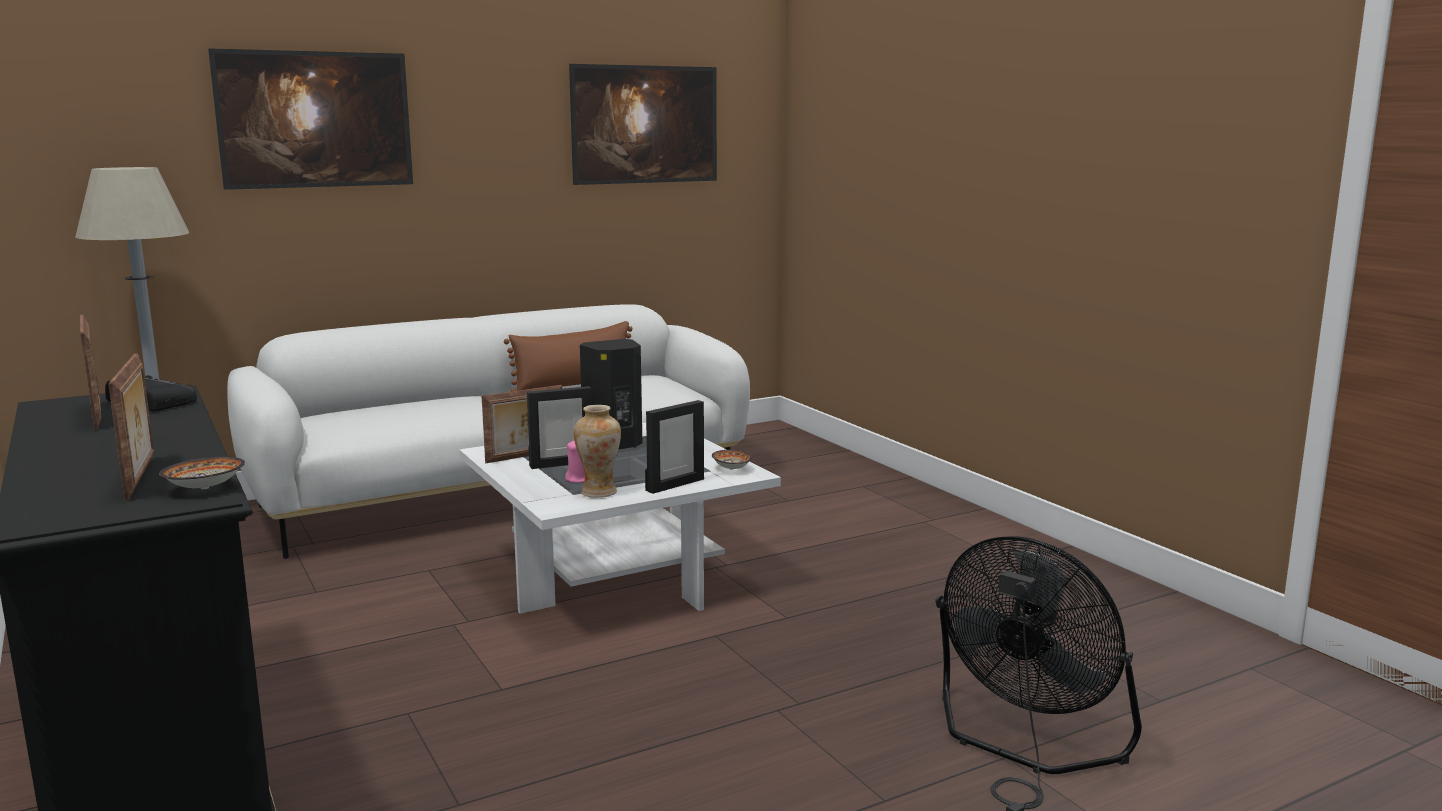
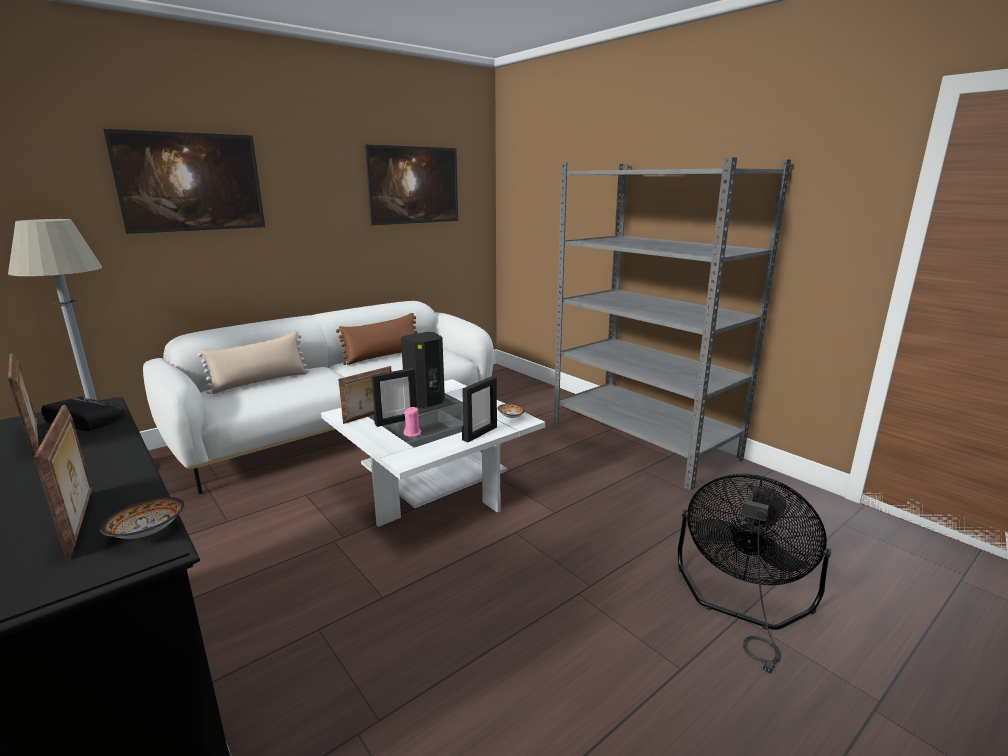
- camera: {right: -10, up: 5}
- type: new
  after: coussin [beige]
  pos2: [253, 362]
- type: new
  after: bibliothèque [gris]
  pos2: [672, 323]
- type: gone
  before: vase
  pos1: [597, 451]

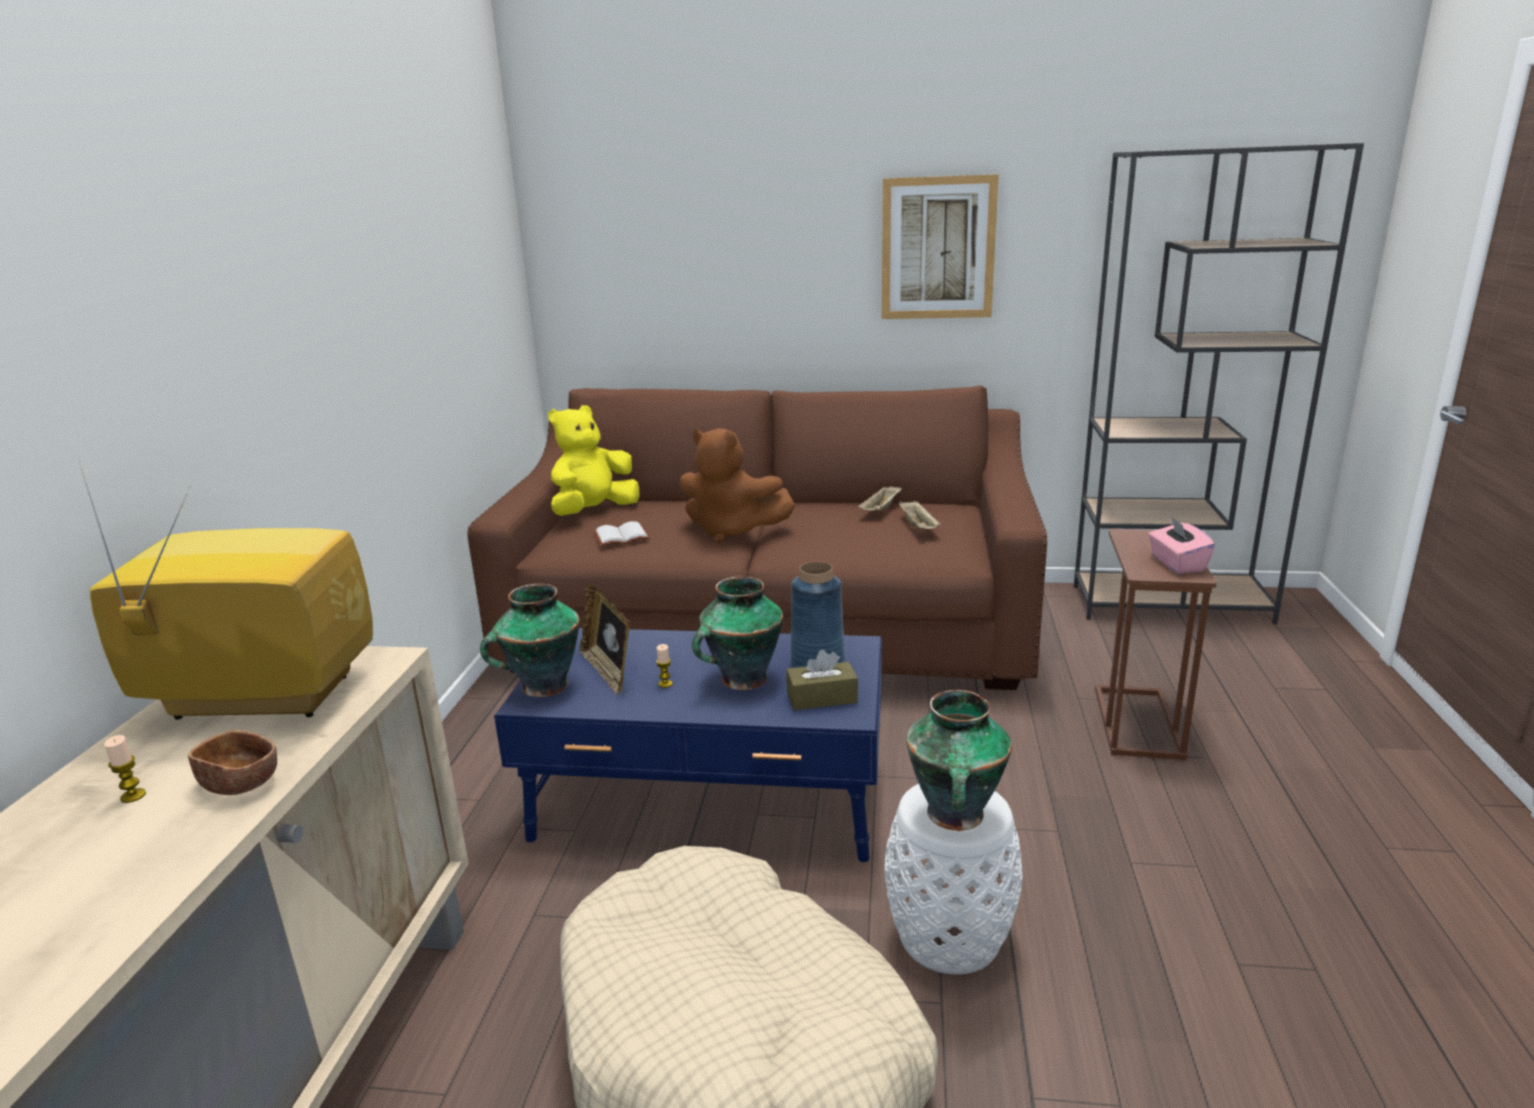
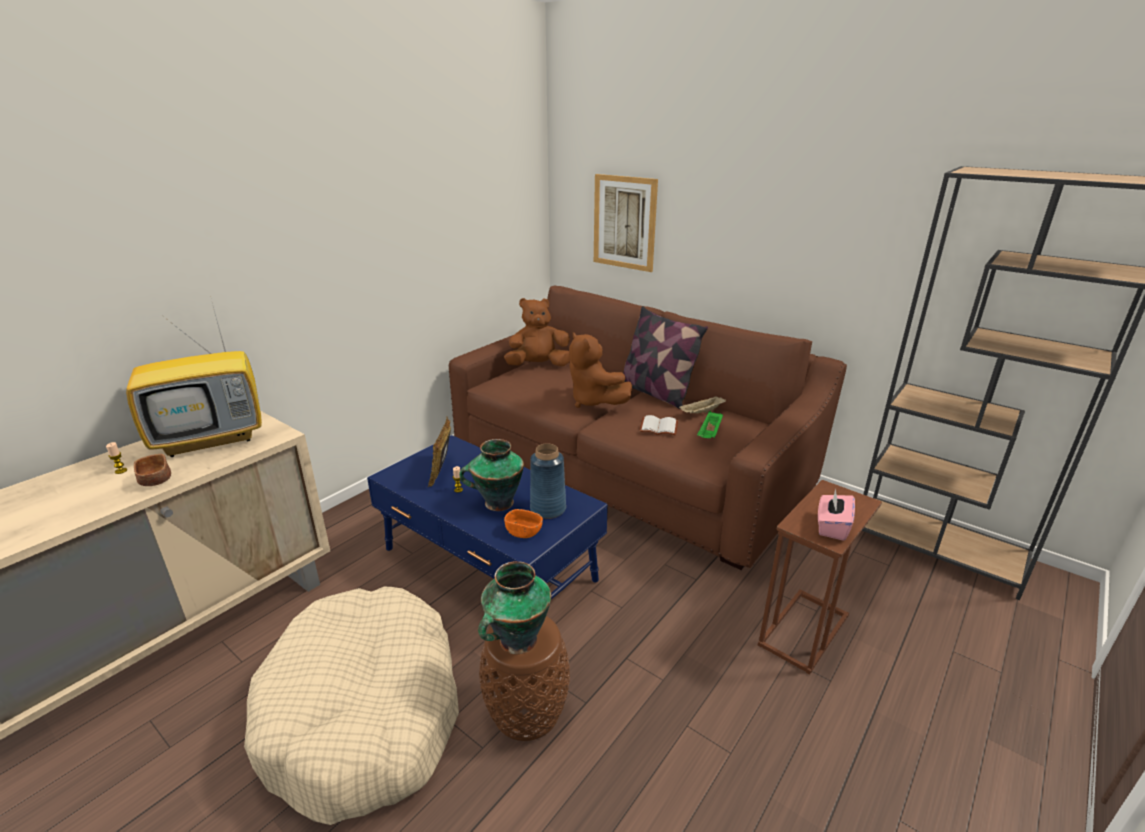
- camera: {right: 30, up: 5}
- type: rotated
  before: téléviseur
  pos1: [225, 589]
  pos2: [194, 380]
  turn: 120
- type: repainted
  before: tabouret [blanc]
  after: tabouret [marron]
  pos1: [953, 879]
  pos2: [524, 678]
- type: repainted
  before: peluche [jaune]
  after: peluche [marron]
  pos1: [594, 460]
  pos2: [537, 332]
- type: swapped
  before: boîte à mouchoirs [marron]
  after: bol [orange]
  pos1: [822, 680]
  pos2: [523, 523]
- type: shifted
  before: tableau
  pos1: [940, 246]
  pos2: [626, 223]
- type: new
  after: coussin
  pos2: [666, 357]
- type: shifted
  before: livre [blanc]
  pos1: [622, 533]
  pos2: [659, 425]
- type: repainted
  before: plateau [beige]
  after: plateau [vert]
  pos1: [920, 515]
  pos2: [710, 424]
- type: gone
  before: vase
  pos1: [530, 640]

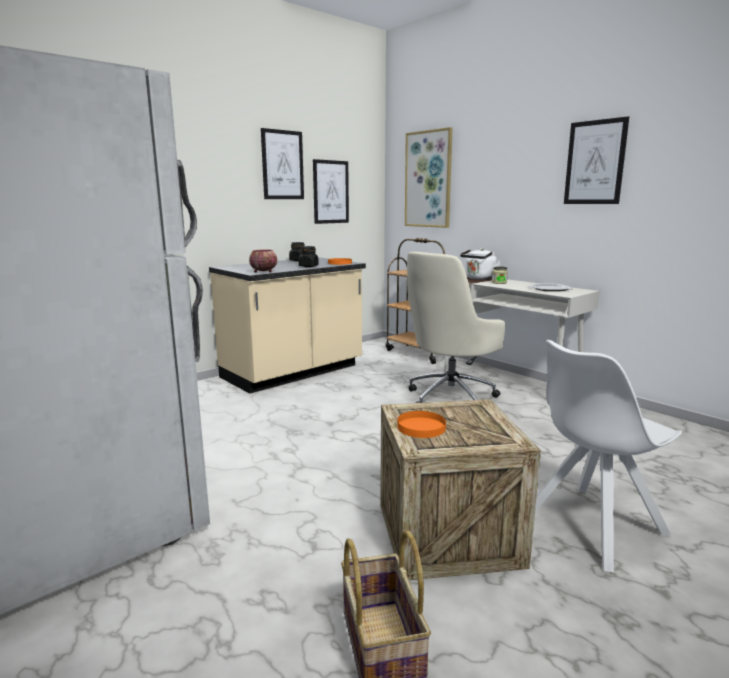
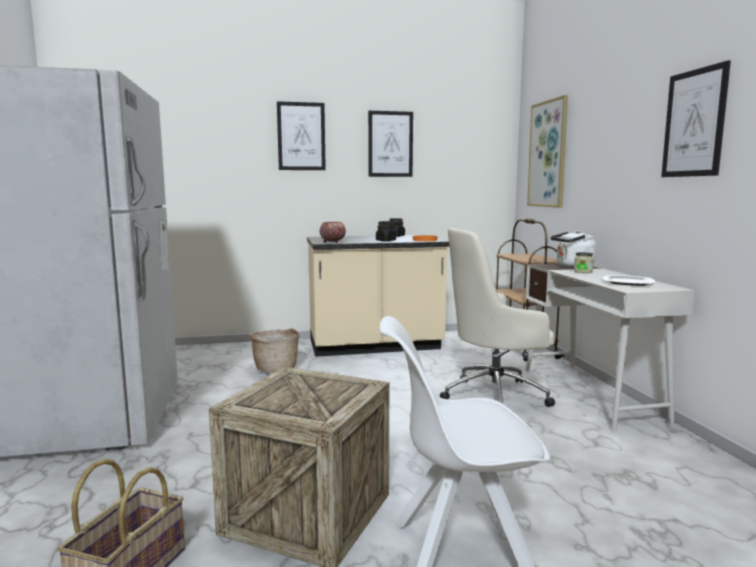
- camera: {right: 30, up: -5}
- type: new
  after: panier
  pos2: [275, 350]
- type: shifted
  before: tableau
  pos1: [331, 191]
  pos2: [301, 135]
- type: gone
  before: assiette [orange]
  pos1: [421, 424]

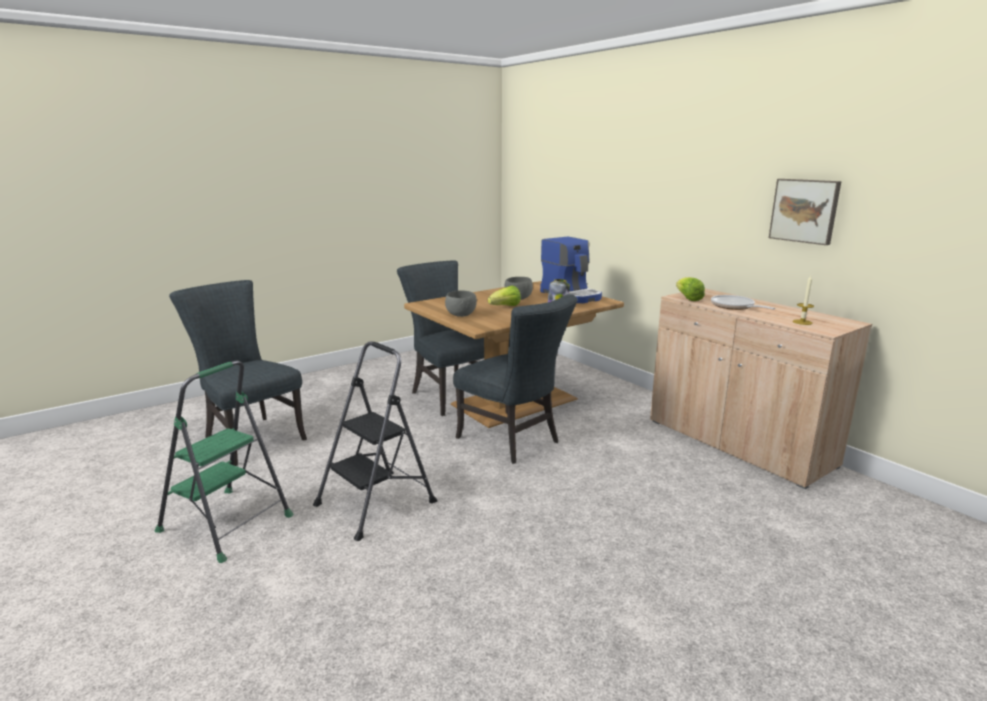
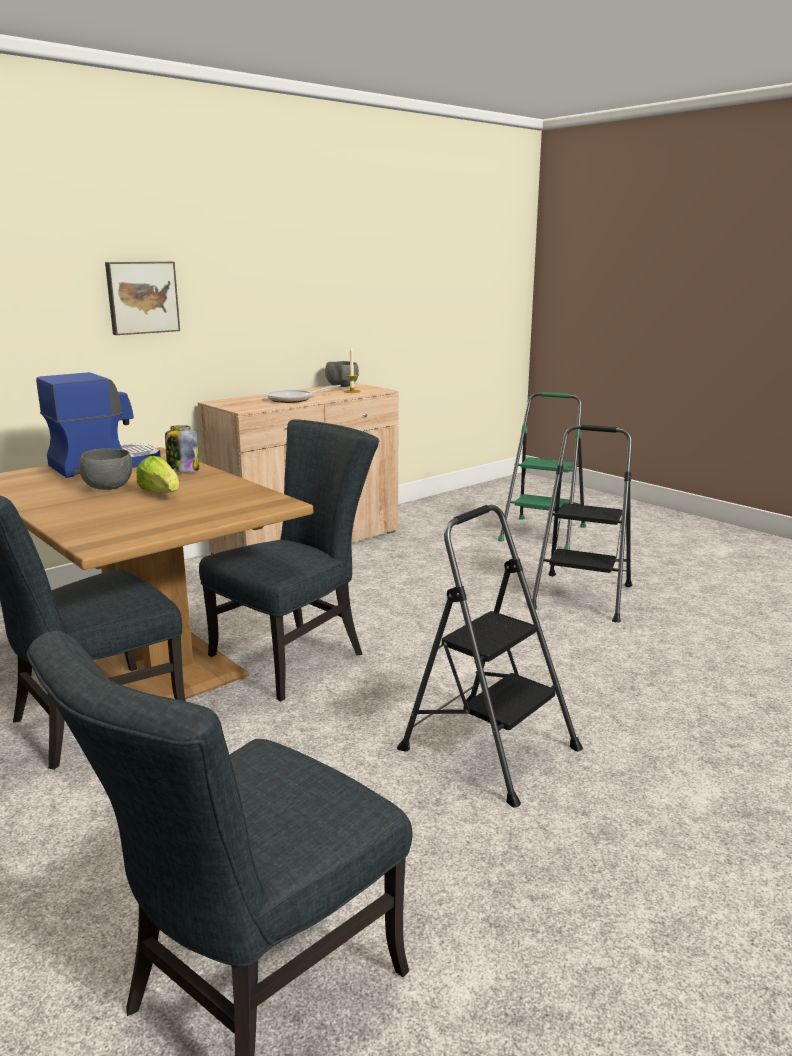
- camera: {right: -95, up: 0}
- type: shifted
  before: tableau
  pos1: [805, 212]
  pos2: [142, 298]
- type: shifted
  before: bol [gris]
  pos1: [461, 303]
  pos2: [342, 374]
- type: shifted
  before: escabeau [vert]
  pos1: [224, 461]
  pos2: [542, 471]
- type: new
  after: escabeau [noir]
  pos2: [582, 524]
- type: gone
  before: laitue
  pos1: [690, 289]

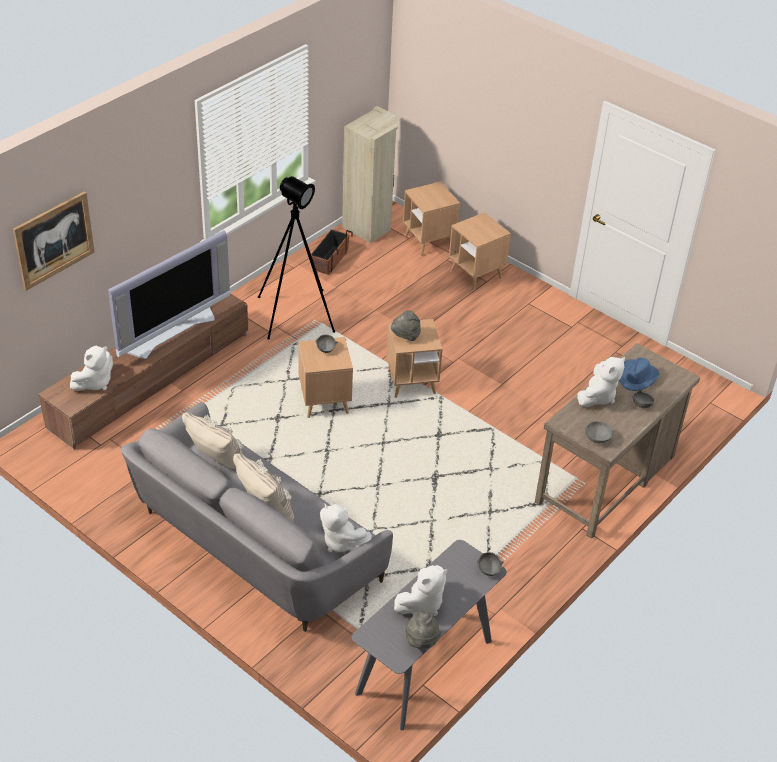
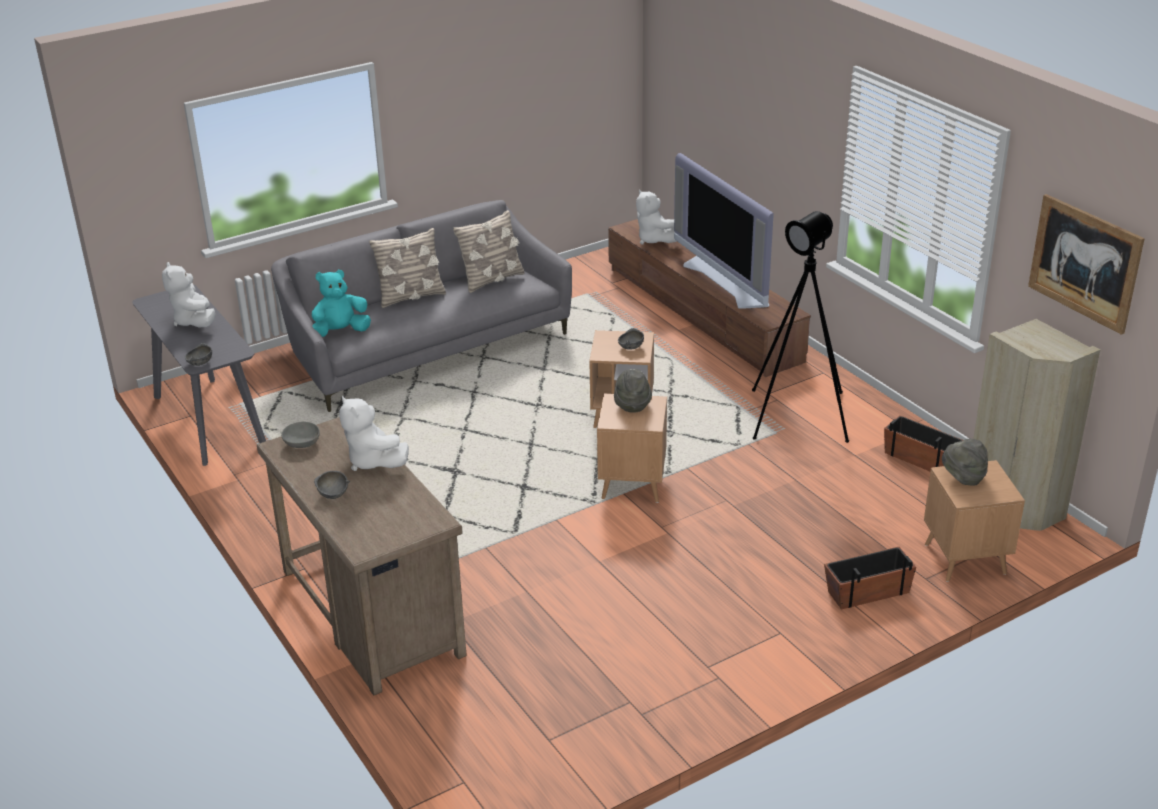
- camera: {right: 110, up: -10}
- type: repainted
  before: peluche [blanc]
  after: peluche [turquoise]
  pos1: [346, 528]
  pos2: [341, 303]
- type: swapped
  before: table d'appoint [marron]
  after: cache-pot
  pos1: [480, 251]
  pos2: [870, 578]
- type: shifted
  before: chapeau [gris]
  pos1: [423, 630]
  pos2: [965, 462]
- type: shifted
  before: tableau
  pos1: [54, 241]
  pos2: [1086, 264]
- type: gone
  before: chapeau [bleu]
  pos1: [639, 374]

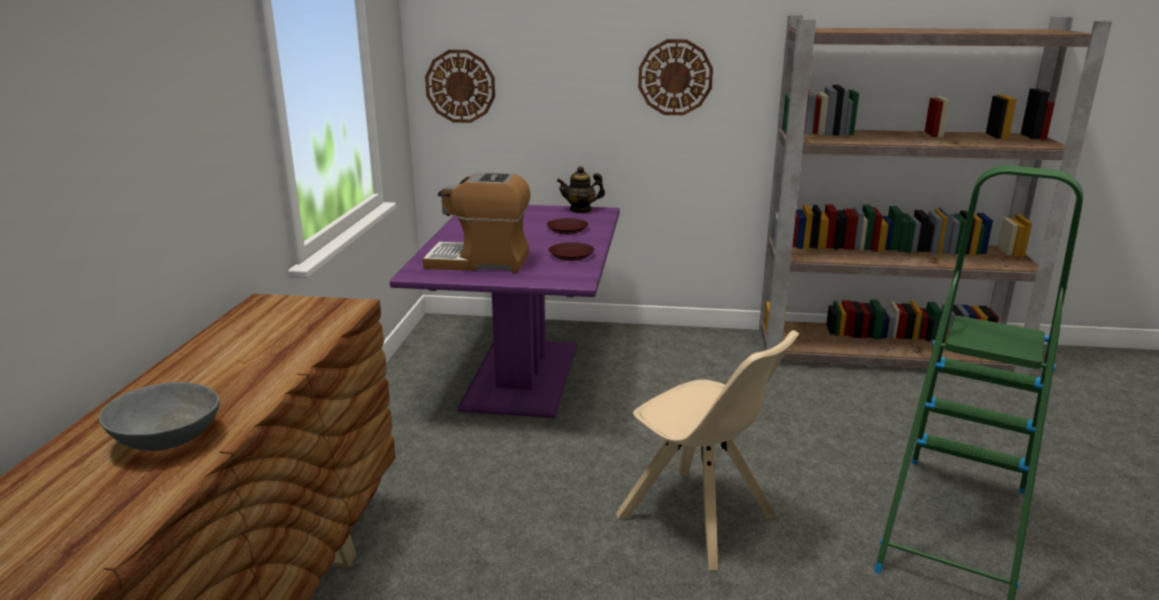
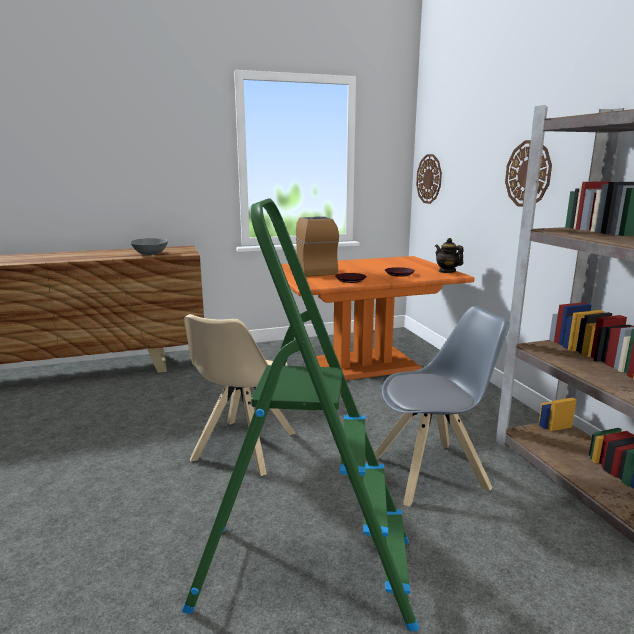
- camera: {right: 65, up: -5}
- type: shifted
  before: bol [gris]
  pos1: [159, 416]
  pos2: [149, 246]
- type: repainted
  before: table à manger [violet]
  after: table à manger [orange]
  pos1: [505, 311]
  pos2: [378, 318]
- type: new
  after: chaise [gris]
  pos2: [442, 406]

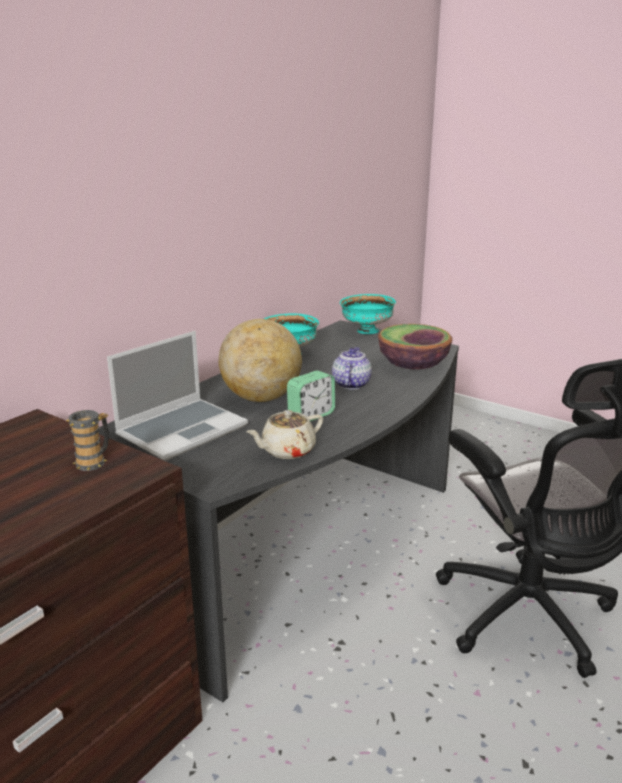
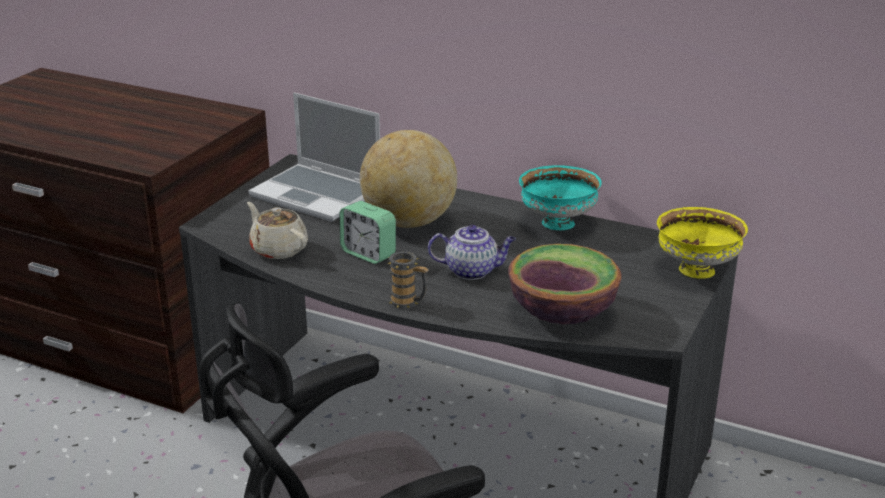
- camera: {right: 80, up: 5}
- type: shifted
  before: mug
  pos1: [87, 440]
  pos2: [408, 280]
- type: repainted
  before: bol [turquoise]
  after: bol [jaune]
  pos1: [368, 314]
  pos2: [702, 243]

